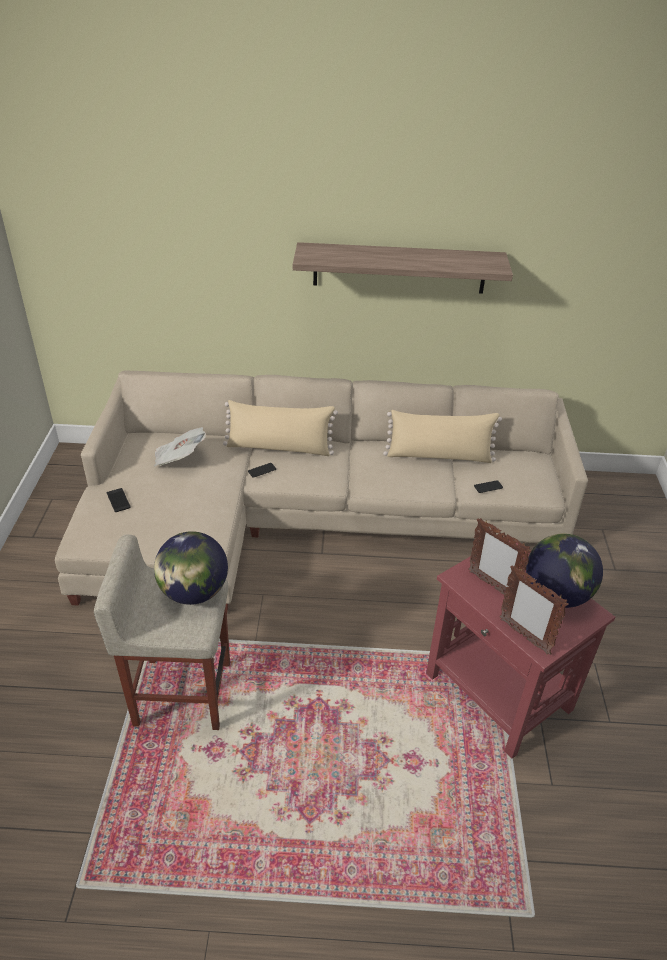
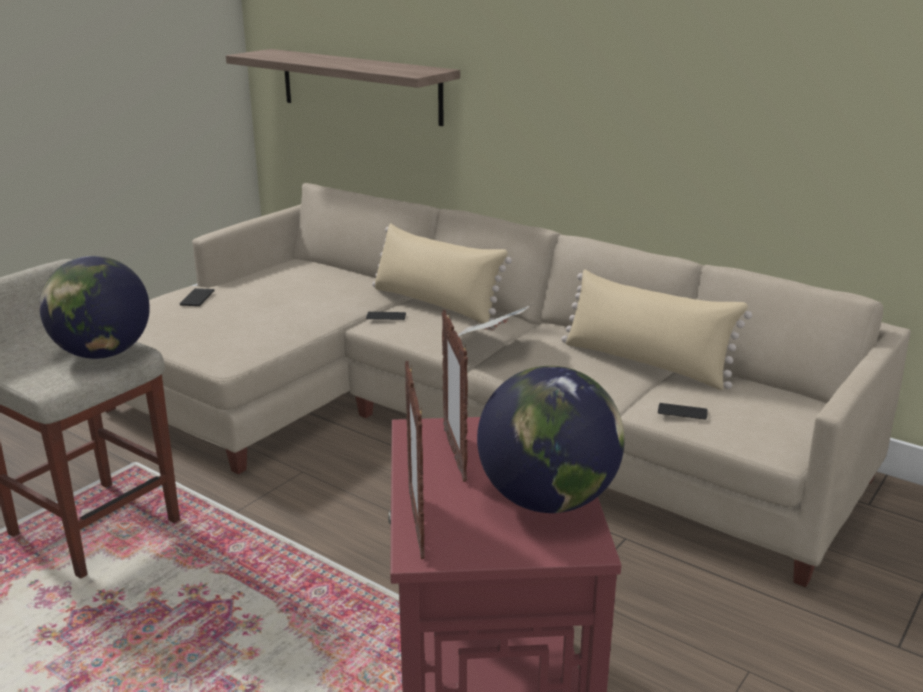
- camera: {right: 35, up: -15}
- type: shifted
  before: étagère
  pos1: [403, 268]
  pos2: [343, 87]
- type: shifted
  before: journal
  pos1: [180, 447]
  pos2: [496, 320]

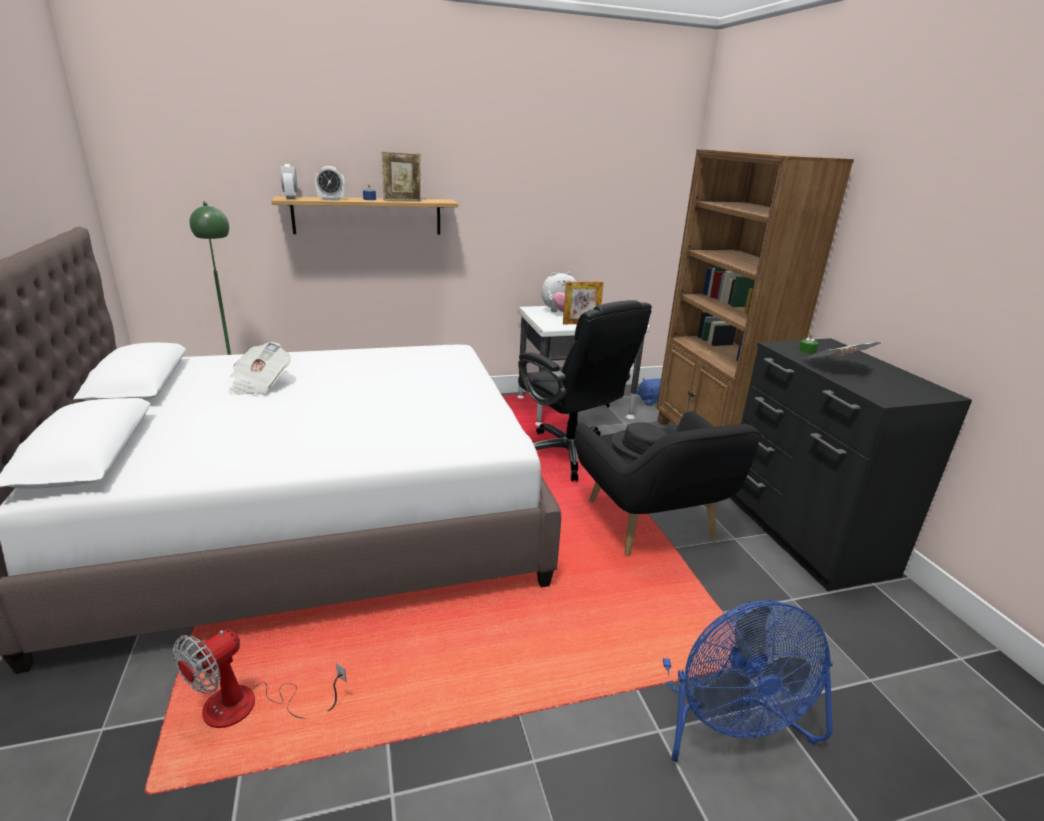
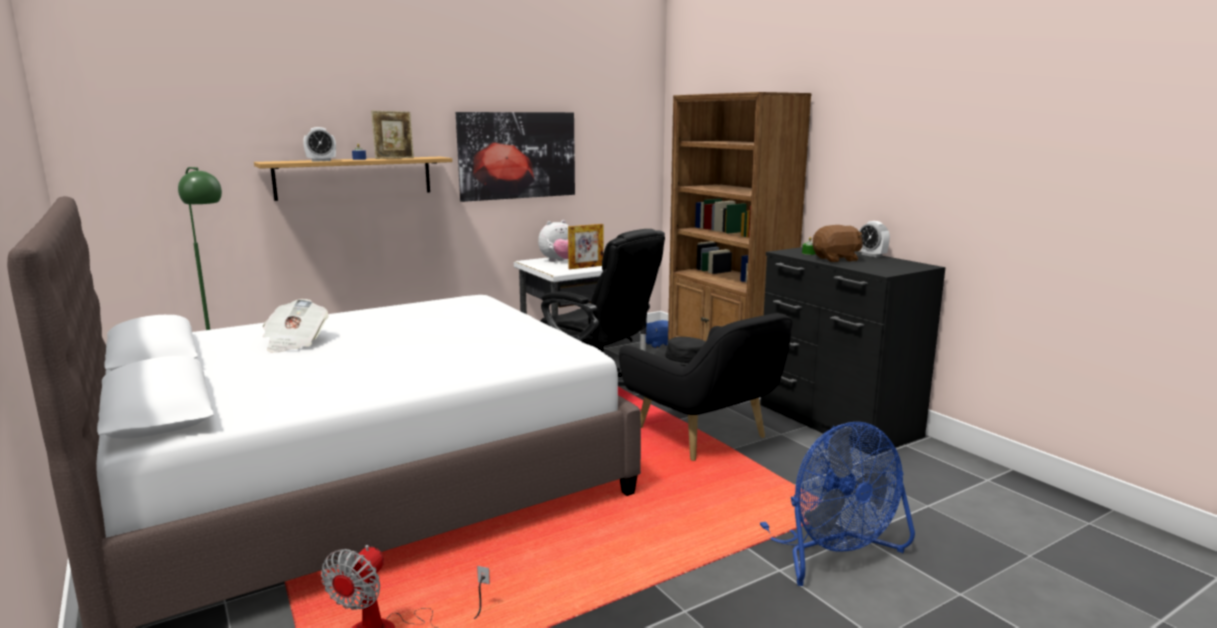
- camera: {right: -15, up: -10}
- type: new
  after: tableau
  pos2: [515, 157]
- type: swapped
  before: journal
  after: peluche [marron]
  pos1: [841, 350]
  pos2: [837, 243]
- type: shifted
  before: réveil
  pos1: [289, 181]
  pos2: [874, 239]

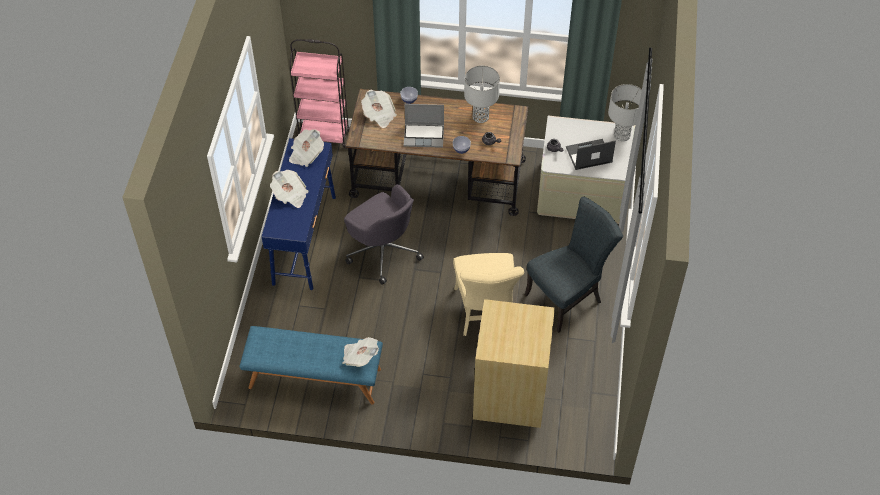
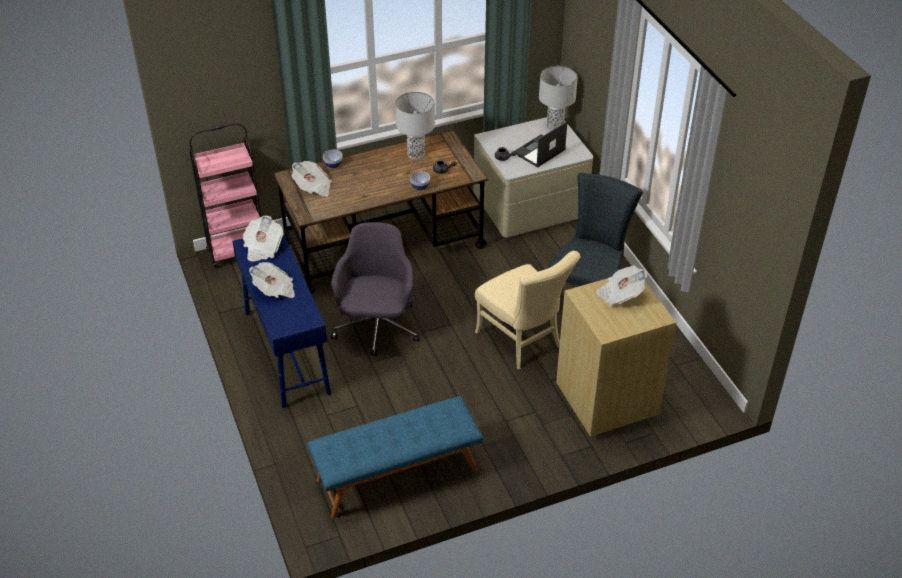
- camera: {right: -30, up: -10}
- type: rotated
  before: chaise de bureau [gris]
  pos1: [384, 234]
  pos2: [375, 289]
  turn: -105
- type: shifted
  before: journal
  pos1: [360, 352]
  pos2: [622, 286]
- type: gone
  before: ordinateur portable
  pos1: [424, 126]

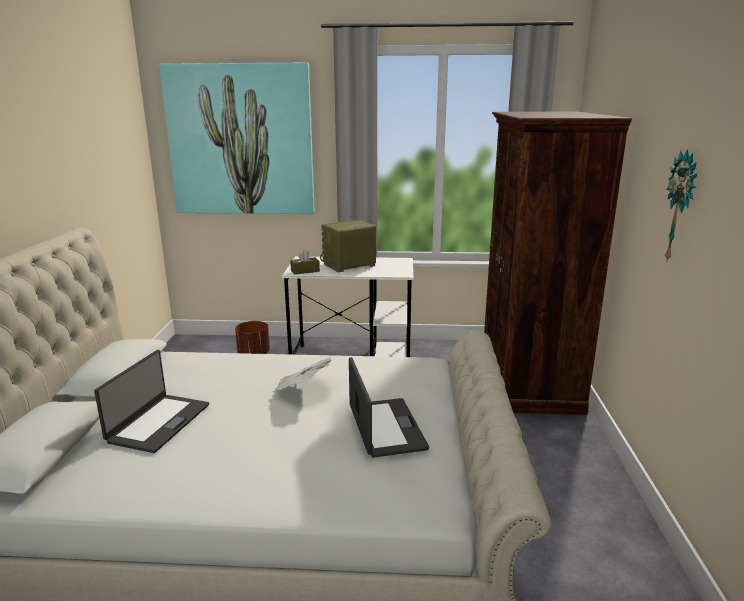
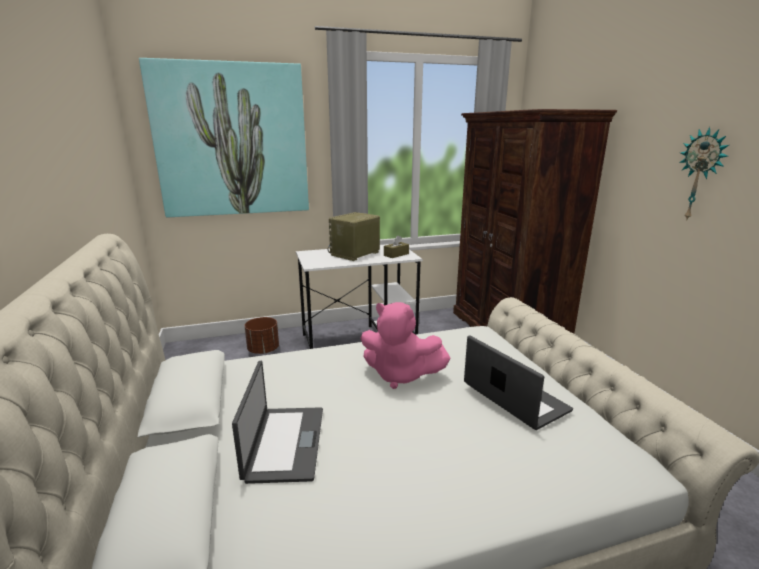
- camera: {right: -20, up: 0}
- type: swapped
  before: journal
  after: peluche [rose]
  pos1: [302, 374]
  pos2: [405, 345]
- type: shifted
  before: boîte à mouchoirs [marron]
  pos1: [305, 262]
  pos2: [396, 246]

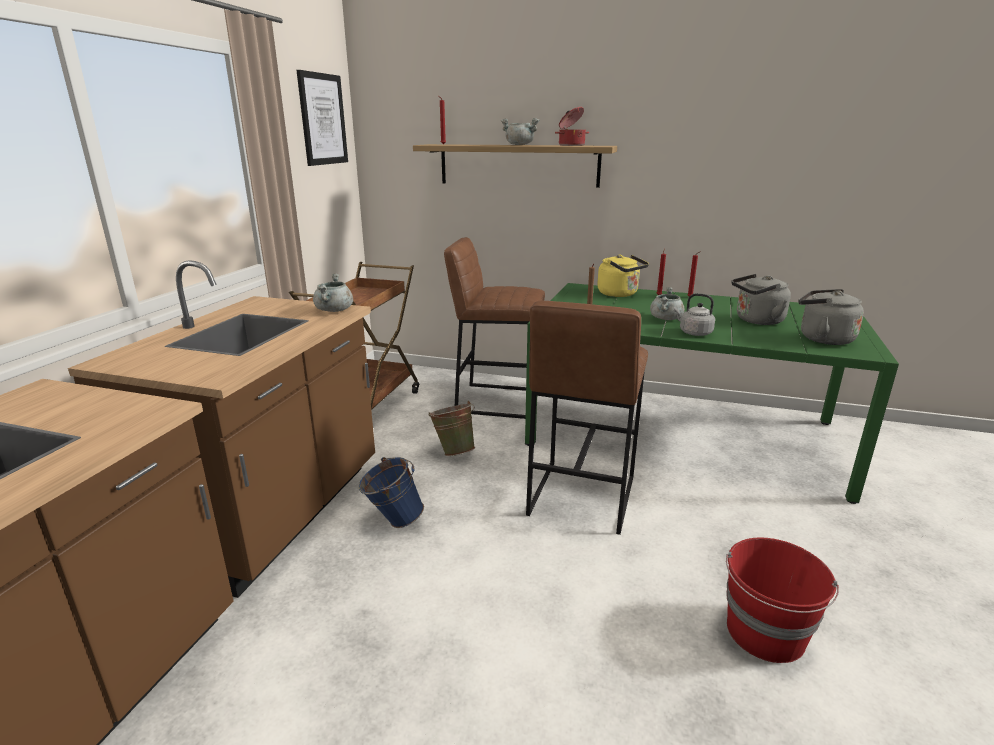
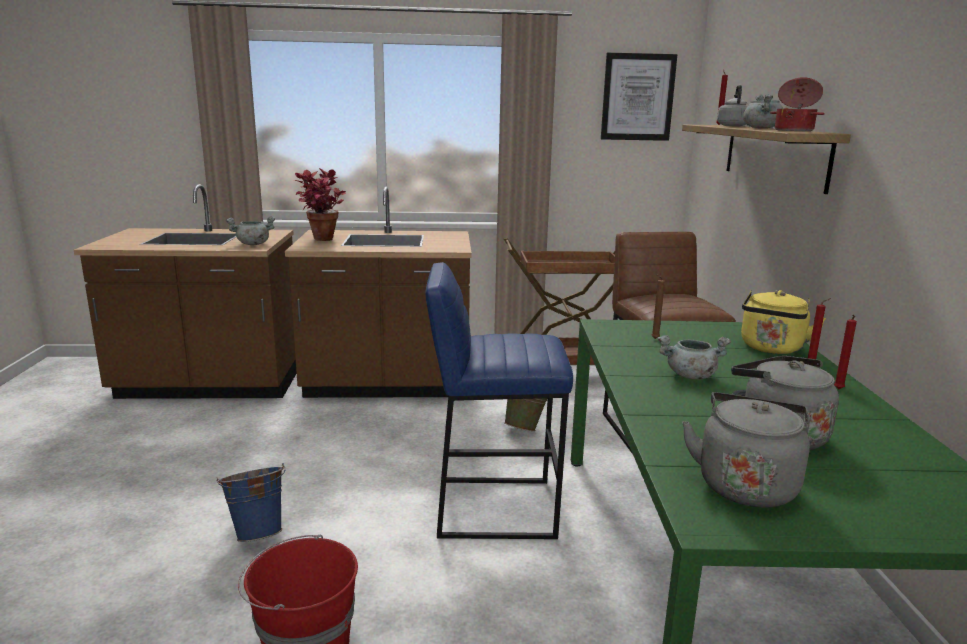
- camera: {right: 70, up: -5}
- type: shifted
  before: seau [bleu]
  pos1: [391, 492]
  pos2: [251, 502]
- type: shifted
  before: marmite [gris]
  pos1: [333, 292]
  pos2: [250, 230]
- type: new
  after: plante en pot
  pos2: [320, 204]
- type: repainted
  before: tabouret [marron]
  after: tabouret [bleu]
  pos1: [587, 418]
  pos2: [499, 400]
- type: shifted
  before: bouilloire [gris]
  pos1: [694, 314]
  pos2: [732, 105]

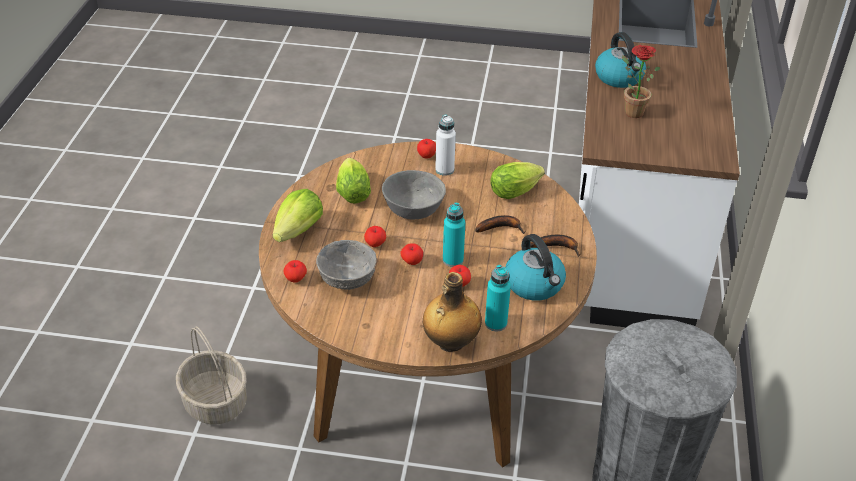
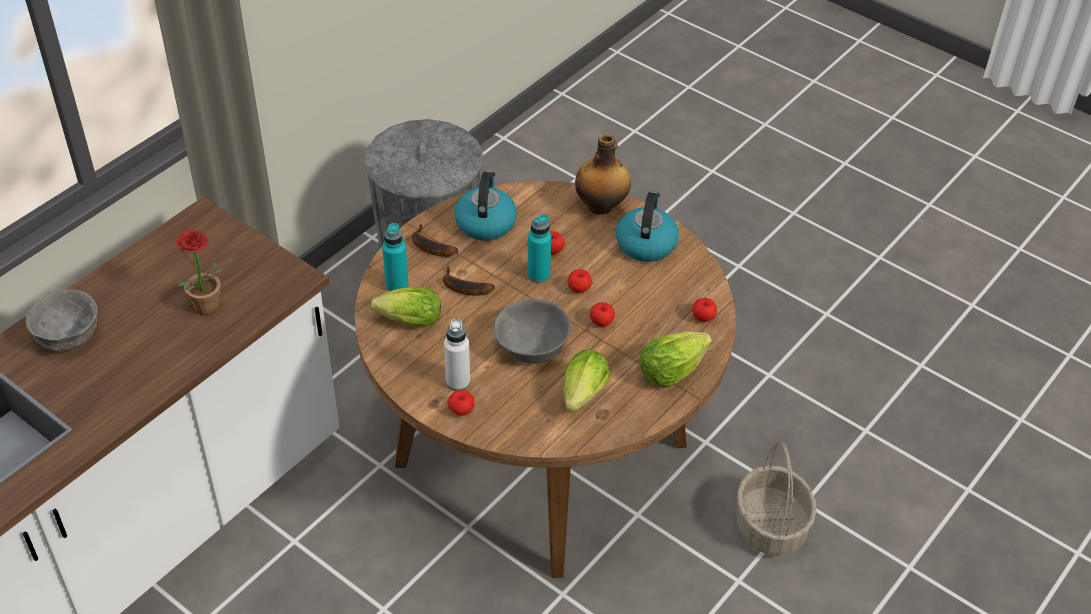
- camera: {right: -150, up: 5}
- type: shifted
  before: bol [gris]
  pos1: [346, 265]
  pos2: [62, 320]
- type: shifted
  before: bouteille [turquoise]
  pos1: [498, 298]
  pos2: [395, 257]
- type: shifted
  before: bouilloire
  pos1: [620, 60]
  pos2: [647, 226]

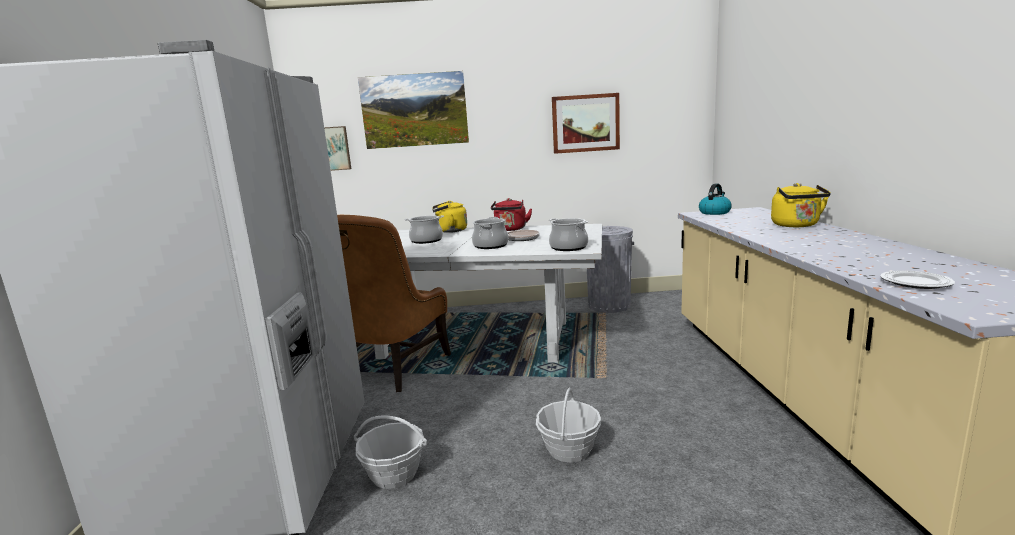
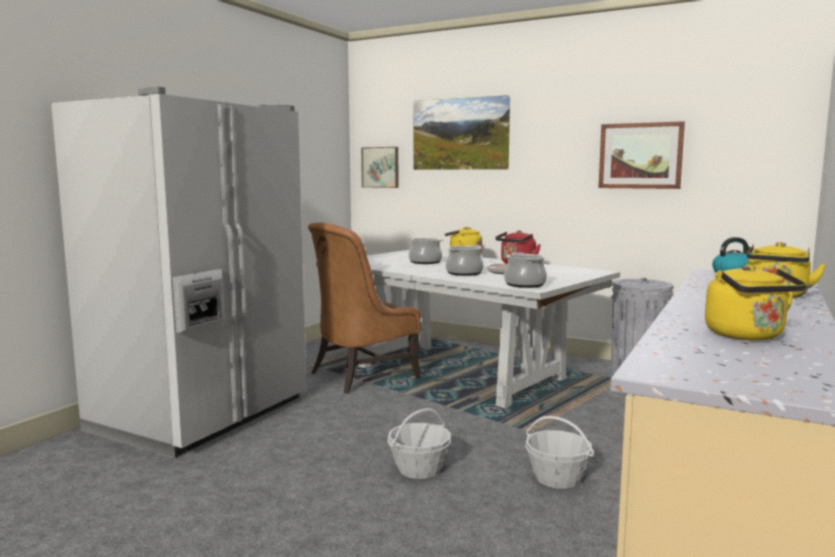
- camera: {right: 30, up: -5}
- type: shifted
  before: panier
  pos1: [390, 452]
  pos2: [559, 452]
- type: new
  after: bouilloire [jaune]
  pos2: [756, 302]
- type: gone
  before: assiette
  pos1: [917, 280]

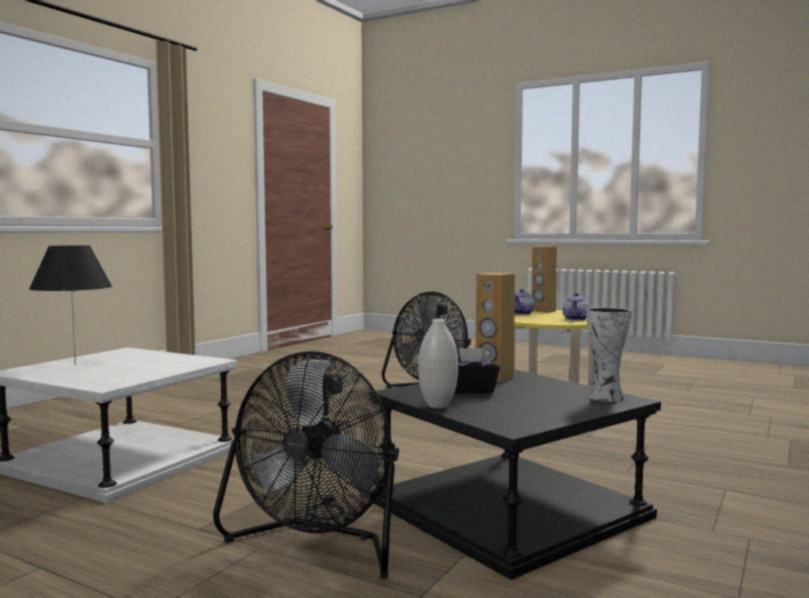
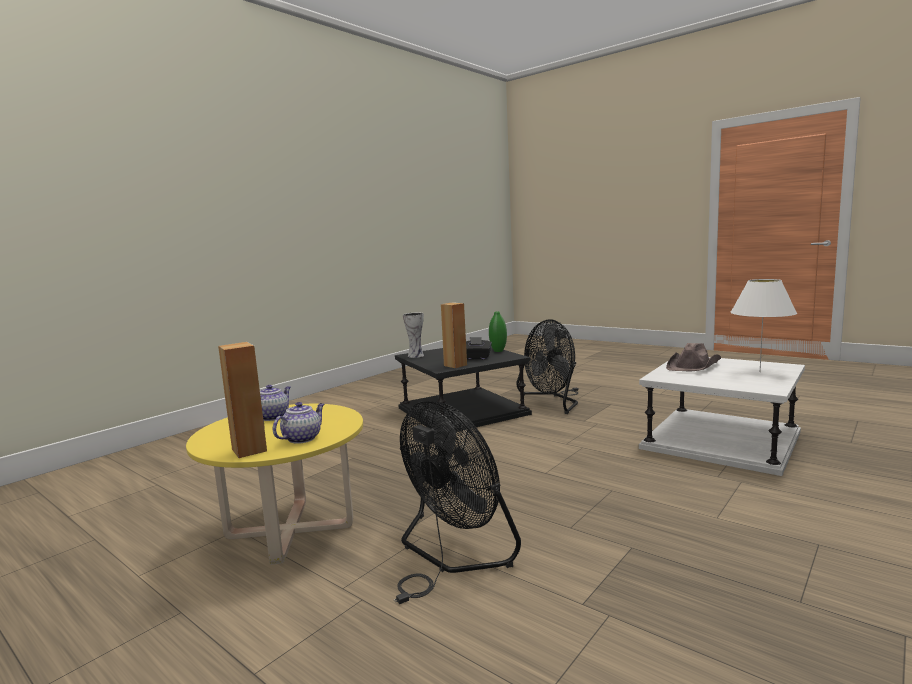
- camera: {right: -170, up: 5}
- type: repainted
  before: vase [blanc]
  after: vase [vert]
  pos1: [438, 363]
  pos2: [498, 331]
- type: rotated
  before: ventilateur [noir]
  pos1: [306, 465]
  pos2: [547, 366]
  turn: -150
- type: new
  after: chapeau [marron]
  pos2: [693, 357]
- type: repainted
  before: lampe de table [noir]
  after: lampe de table [blanc]
  pos1: [70, 305]
  pos2: [763, 325]

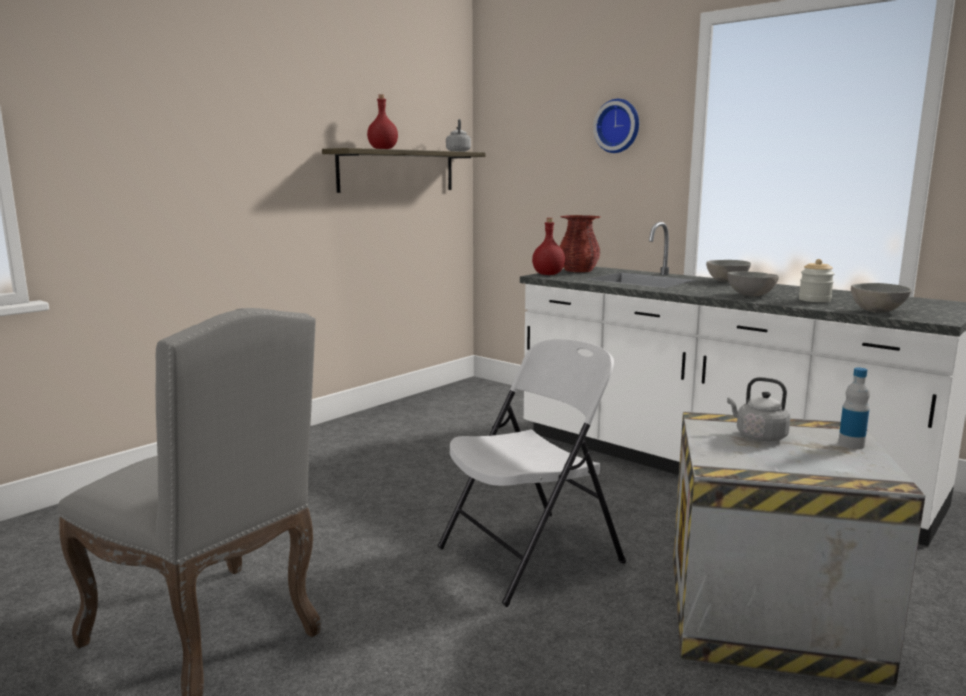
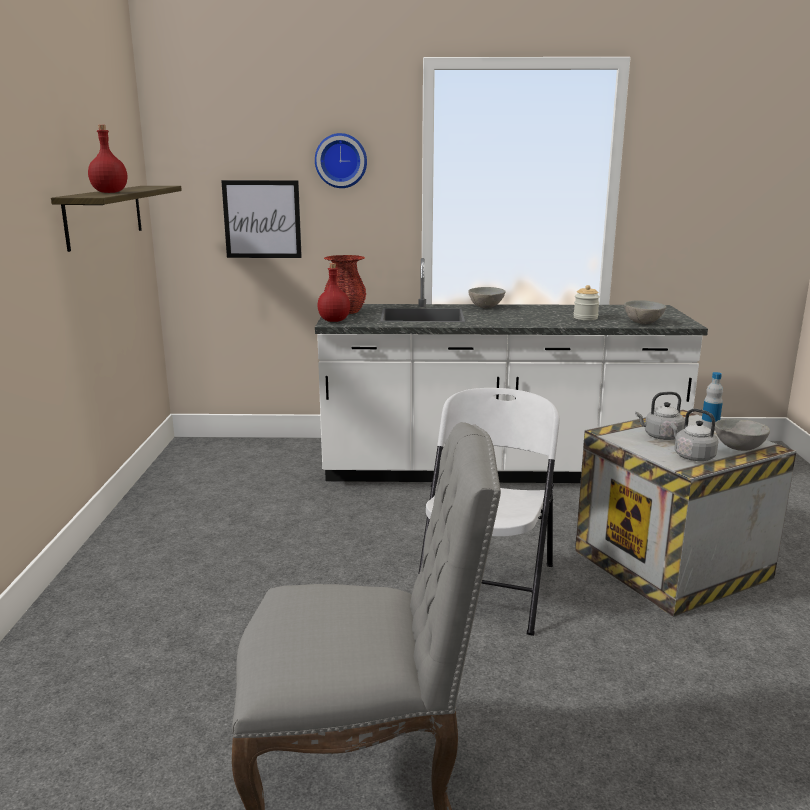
- camera: {right: -40, up: 5}
- type: new
  after: tableau
  pos2: [261, 219]
- type: shifted
  before: bouilloire [gris]
  pos1: [458, 135]
  pos2: [694, 435]
- type: shifted
  before: bol [gris]
  pos1: [753, 284]
  pos2: [742, 435]

